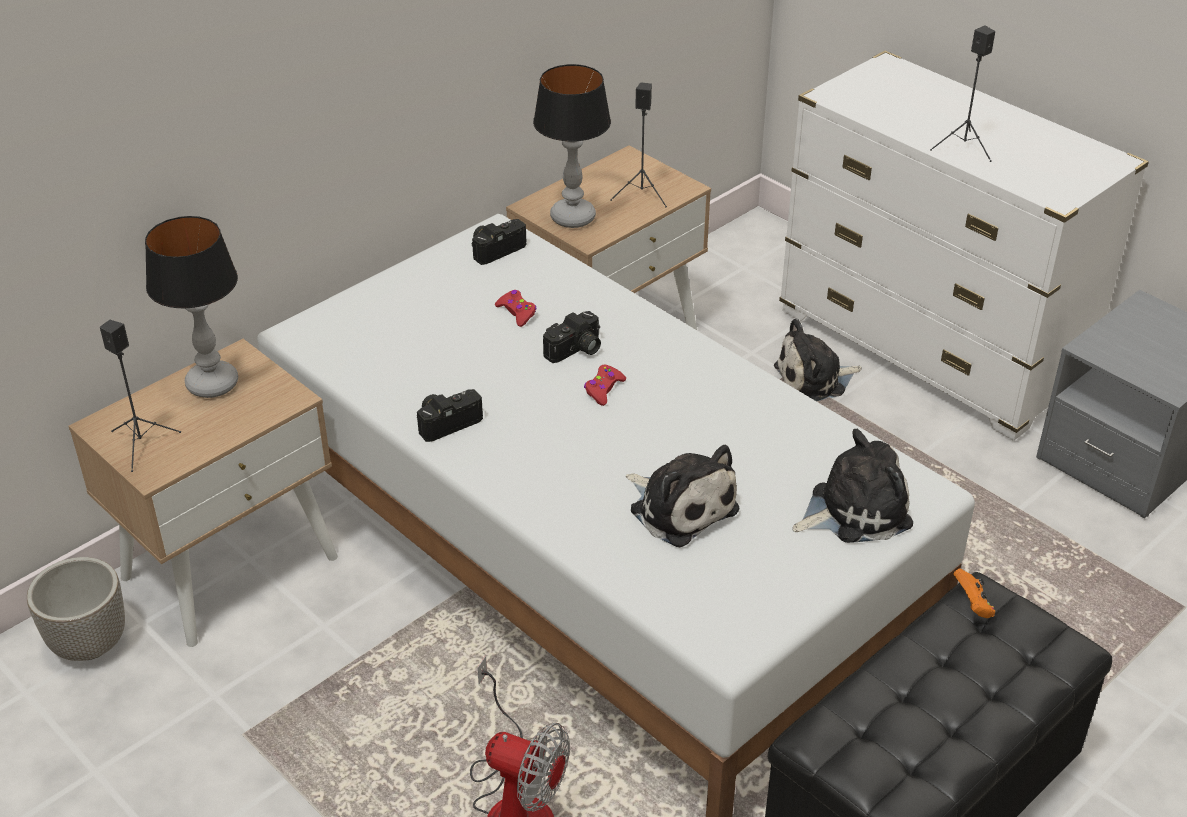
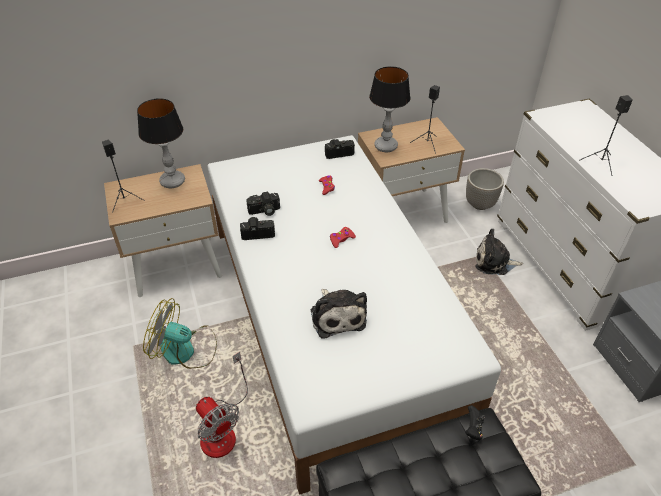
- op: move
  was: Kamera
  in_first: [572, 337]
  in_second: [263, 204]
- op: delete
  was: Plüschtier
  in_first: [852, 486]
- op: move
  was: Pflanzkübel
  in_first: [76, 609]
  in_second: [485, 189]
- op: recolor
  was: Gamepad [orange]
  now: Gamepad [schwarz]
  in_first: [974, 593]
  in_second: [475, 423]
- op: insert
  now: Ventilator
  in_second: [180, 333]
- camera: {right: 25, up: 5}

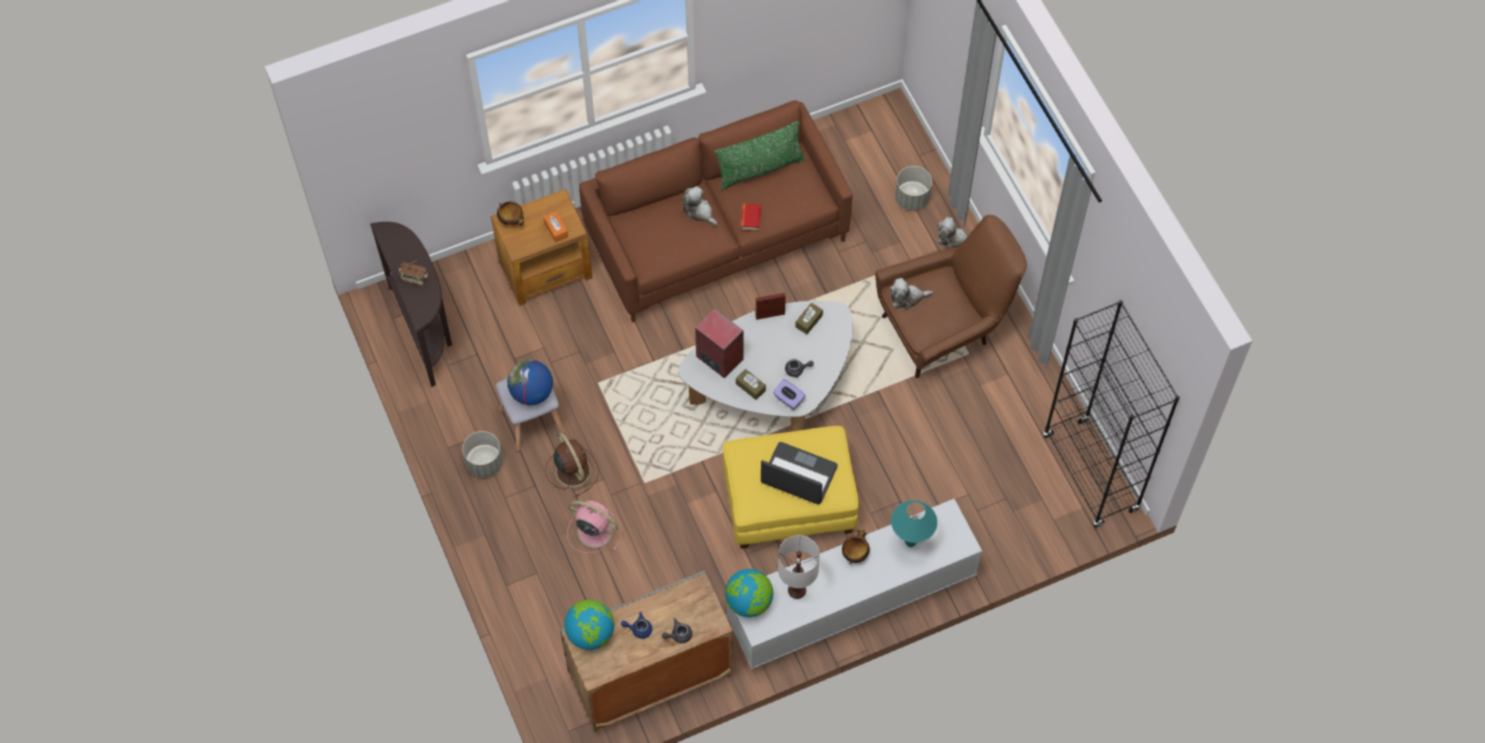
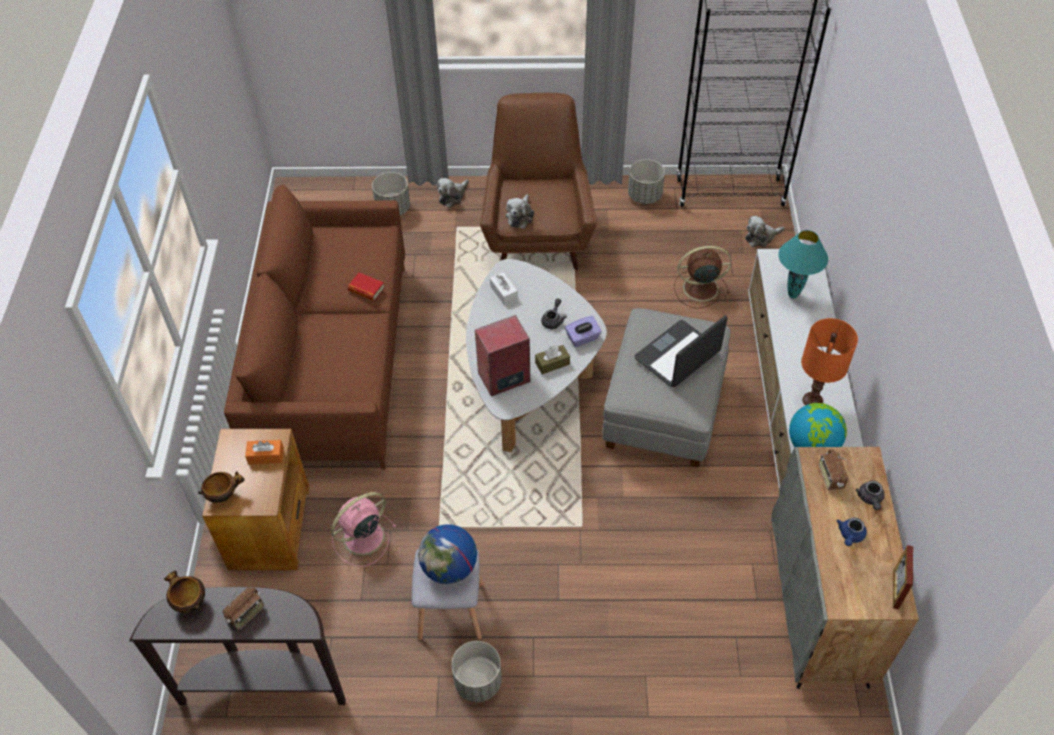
- op: delete
  was: Kissen [grün]
  in_first: [760, 155]
- op: move
  was: Plüschtier
  in_first: [699, 206]
  in_second: [764, 231]
- op: move
  was: Bilderrahmen
  in_first: [771, 306]
  in_second: [903, 577]
- op: recolor
  was: Taschentuchbox [braun]
  now: Taschentuchbox [weiß]
  in_first: [809, 318]
  in_second: [504, 288]
- op: recolor
  was: Polsterhocker [gelb]
  now: Polsterhocker [grau]
  in_first: [790, 487]
  in_second: [666, 388]
- op: move
  was: Ventilator [braun]
  in_first: [572, 464]
  in_second: [702, 277]
- op: move
  was: Ventilator [rosa]
  in_first: [594, 526]
  in_second: [364, 529]
- op: move
  was: Schüssel
  in_first: [856, 547]
  in_second: [184, 592]
- op: recolor
  was: Tischlampe [weiß]
  now: Tischlampe [orange]
  in_first: [799, 567]
  in_second: [829, 361]
- op: delete
  was: Globus
  in_first: [589, 625]
- op: insert
  now: Pflanzkübel [grau]
  in_second: [646, 181]
- op: insert
  now: Radio
  in_second: [833, 469]
- camera: {right: -65, up: -10}

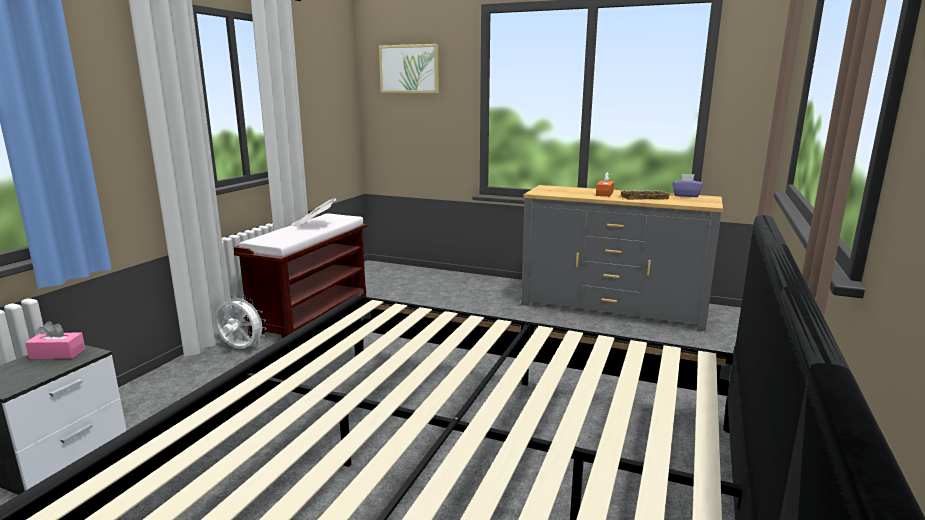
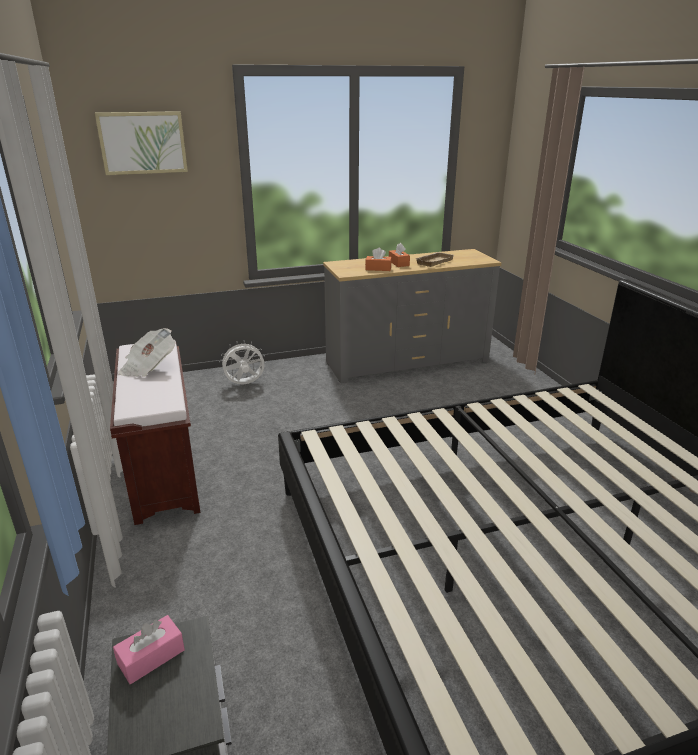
- op: delete
  was: Taschentuchbox [lila]
  in_first: [687, 185]
- op: move
  was: Ventilator [weiß]
  in_first: [241, 321]
  in_second: [242, 363]
- op: insert
  now: Taschentuchbox [orange]
  in_second: [378, 259]
- camera: {right: -40, up: 10}

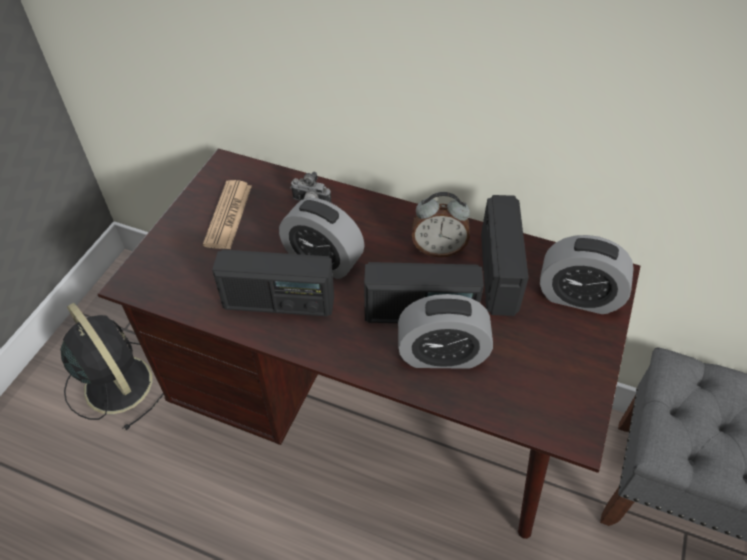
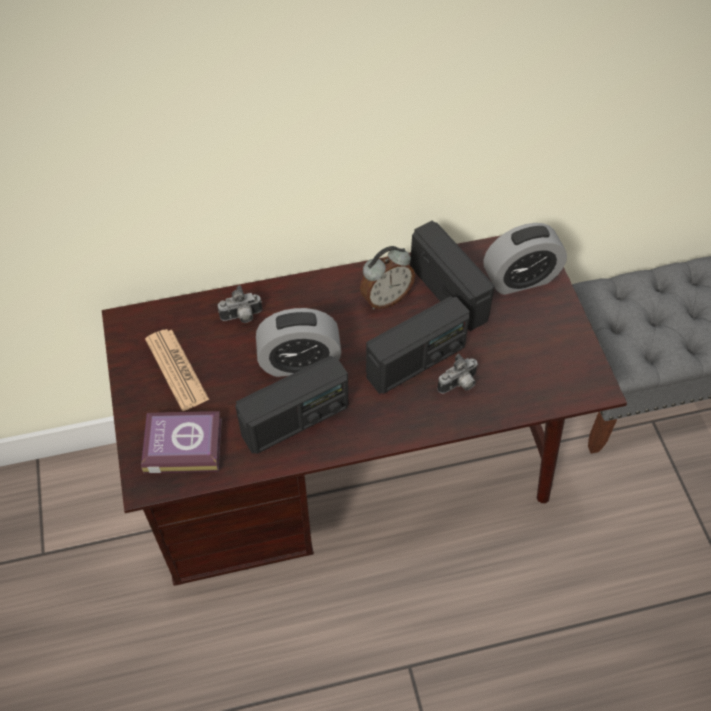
- op: replace
  was: Wecker
  now: Kamera
  in_first: [445, 331]
  in_second: [457, 374]
- op: delete
  was: Ventilator [schwarz]
  in_first: [112, 366]
- op: insert
  now: Buch
  in_second: [181, 442]
- camera: {right: -35, up: 5}

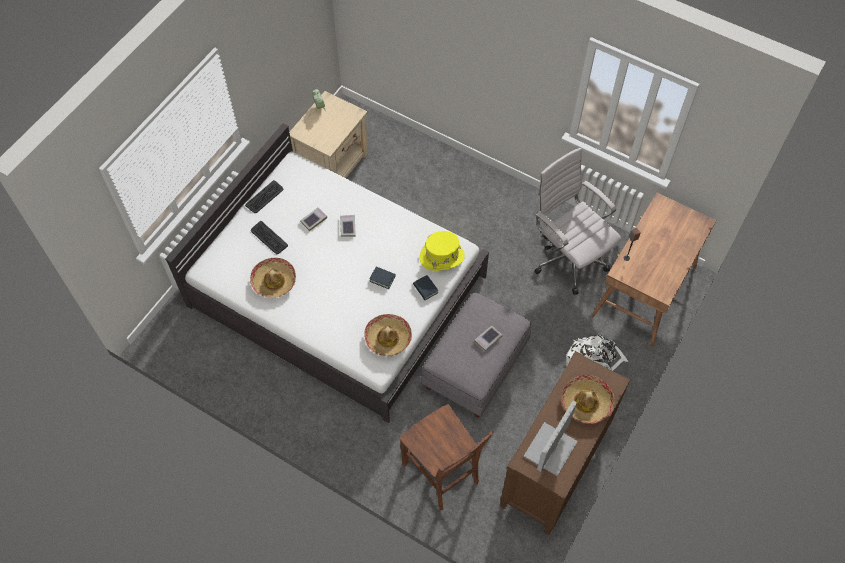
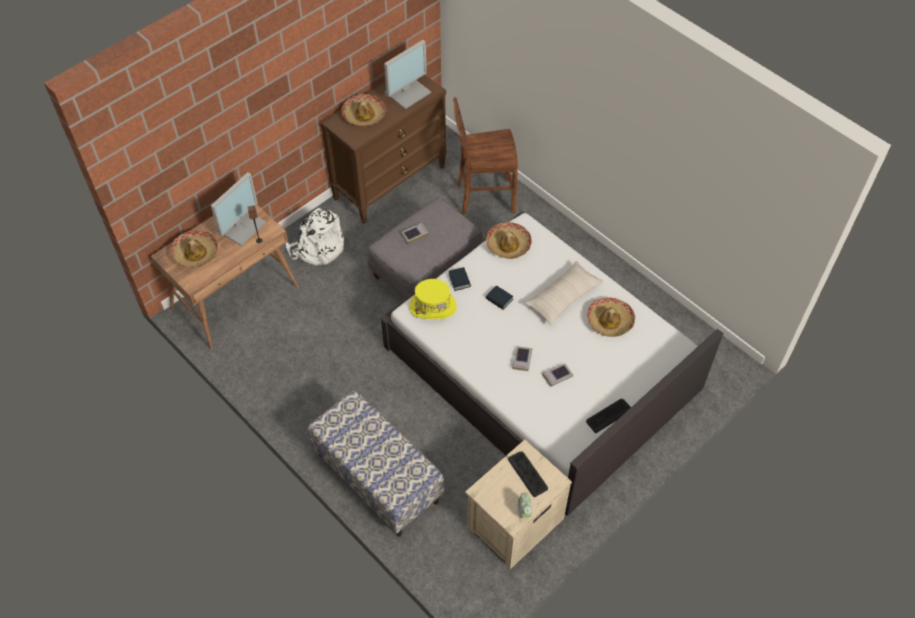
- op: delete
  was: Bürostuhl [weiß]
  in_first: [577, 221]
- op: move
  was: Tastatur
  in_first: [269, 237]
  in_second: [528, 474]
- op: rotate
  was: Stuhl [braun]
  in_first: [446, 457]
  in_second: [485, 156]
  clockwise: -75
- op: insert
  now: Monitor
  in_second: [238, 209]
- op: insert
  now: Hut
  in_second: [194, 249]
- op: insert
  now: Kissen [beige]
  in_second: [563, 293]
- op: insert
  now: Bank
  in_second: [376, 464]
- camera: {right: -165, up: -5}

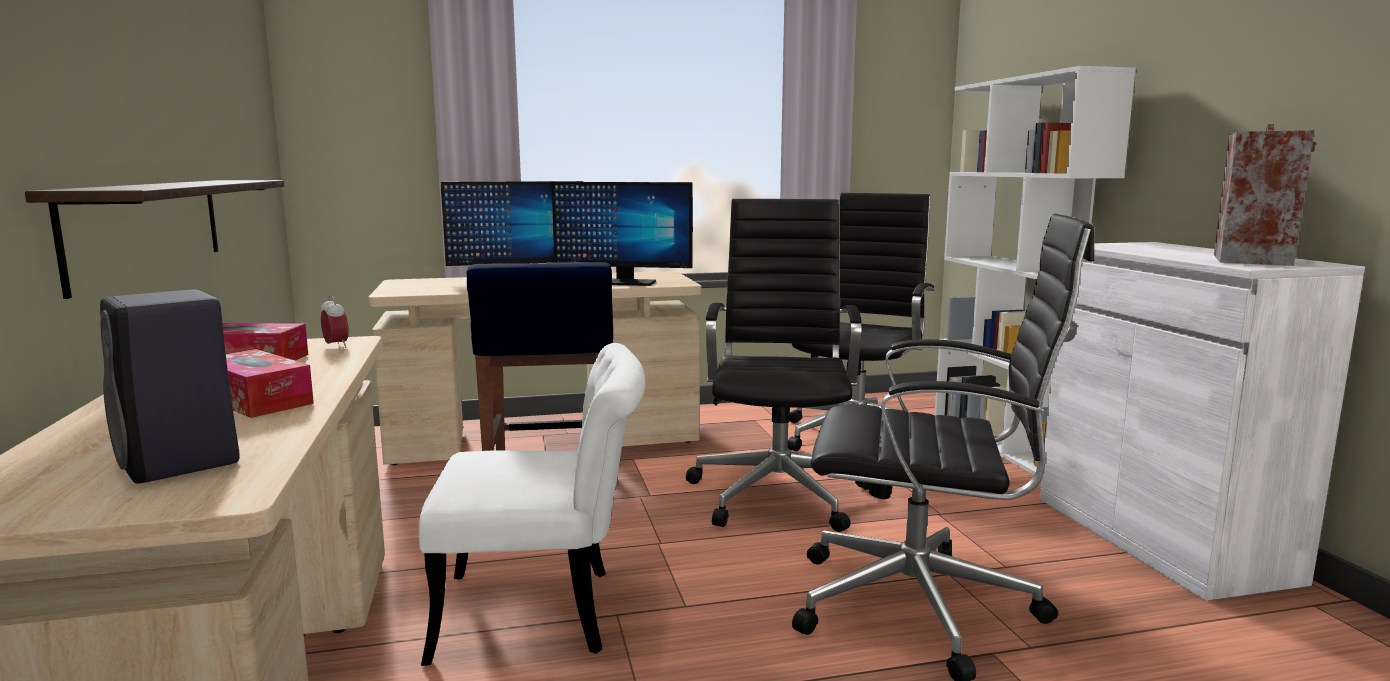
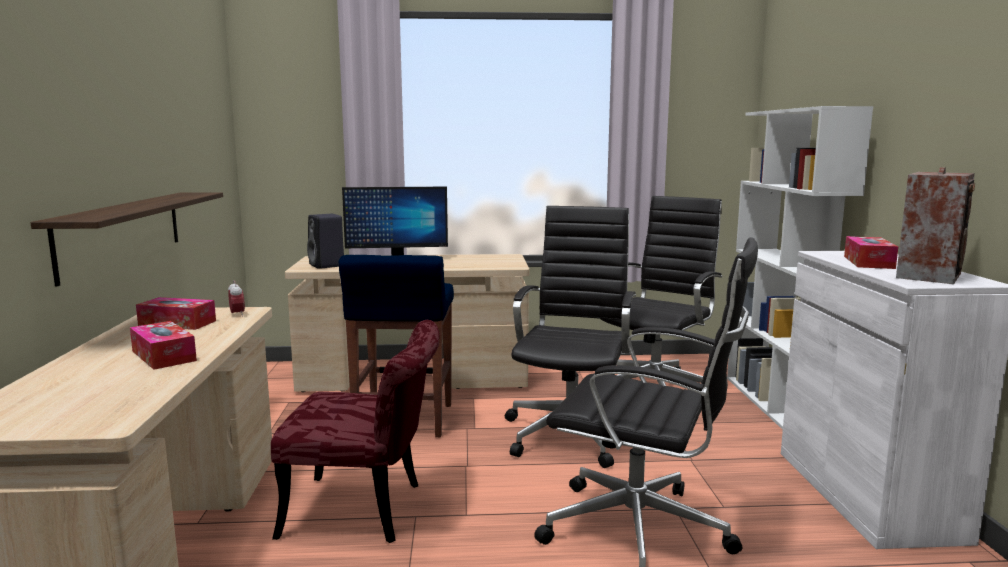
- op: delete
  was: Monitor
  in_first: [622, 234]
- op: move
  was: Lautsprecher [schwarz]
  in_first: [170, 386]
  in_second: [325, 241]
- op: recolor
  was: Stuhl [weiß]
  now: Stuhl [rot]
  in_first: [532, 504]
  in_second: [355, 431]
- op: insert
  now: Taschentuchbox
  in_second: [871, 252]
- camera: {right: 10, up: 0}

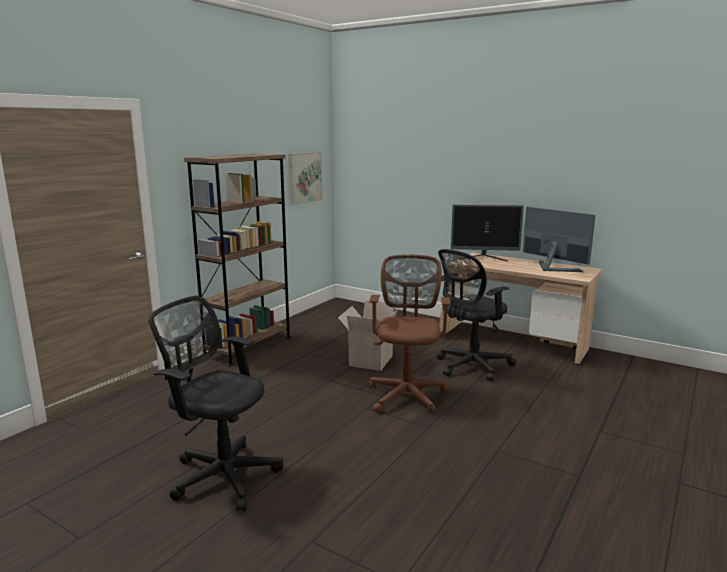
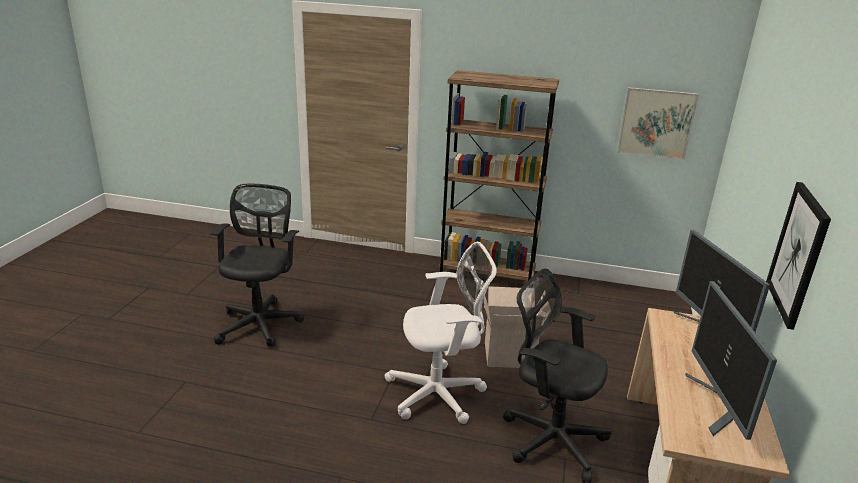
- op: rotate
  was: Monitor
  in_first: [559, 239]
  in_second: [731, 360]
  clockwise: 150
- op: recolor
  was: Bürostuhl [braun]
  now: Bürostuhl [weiß]
  in_first: [410, 333]
  in_second: [441, 333]
- op: insert
  now: Bild
  in_second: [798, 256]
- camera: {right: 70, up: 10}

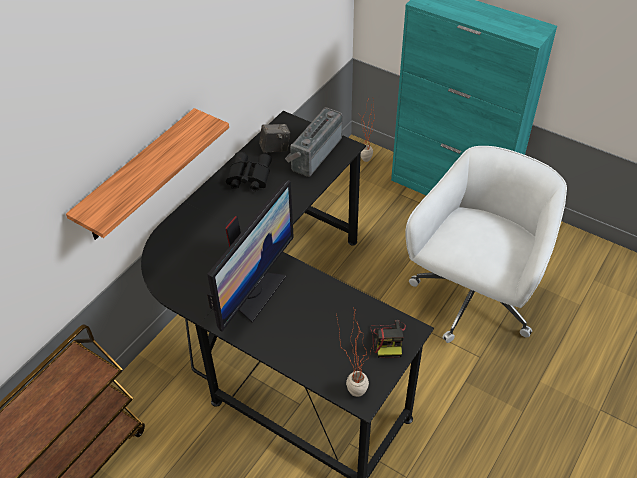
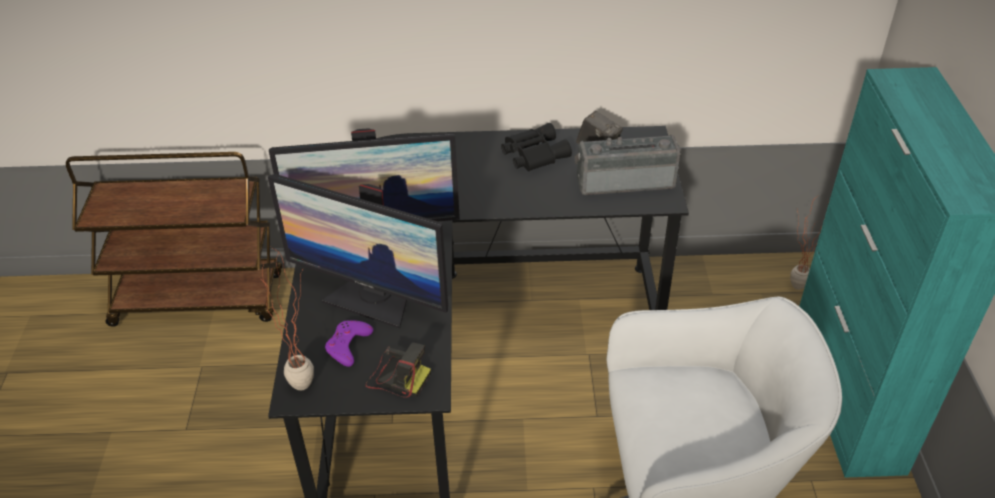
- op: delete
  was: Wandregal
  in_first: [147, 174]
- op: rotate
  was: Kamera
  in_first: [388, 339]
  in_second: [398, 370]
  clockwise: -120
- op: insert
  now: Monitor
  in_second: [358, 251]
- op: insert
  now: Gamepad [lila]
  in_second: [349, 343]
- camera: {right: 55, up: -5}

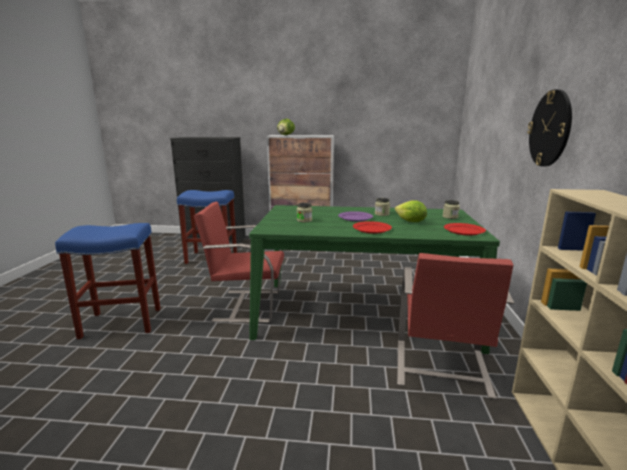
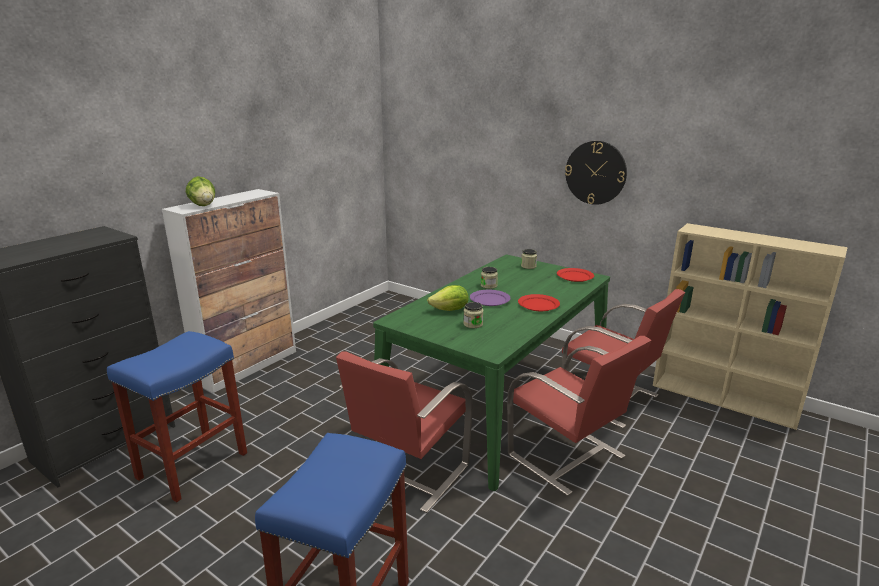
- op: move
  was: Salatkopf
  in_first: [411, 211]
  in_second: [448, 298]
- op: insert
  now: Stuhl [rot]
  in_second: [579, 416]
- camera: {right: -60, up: 5}

